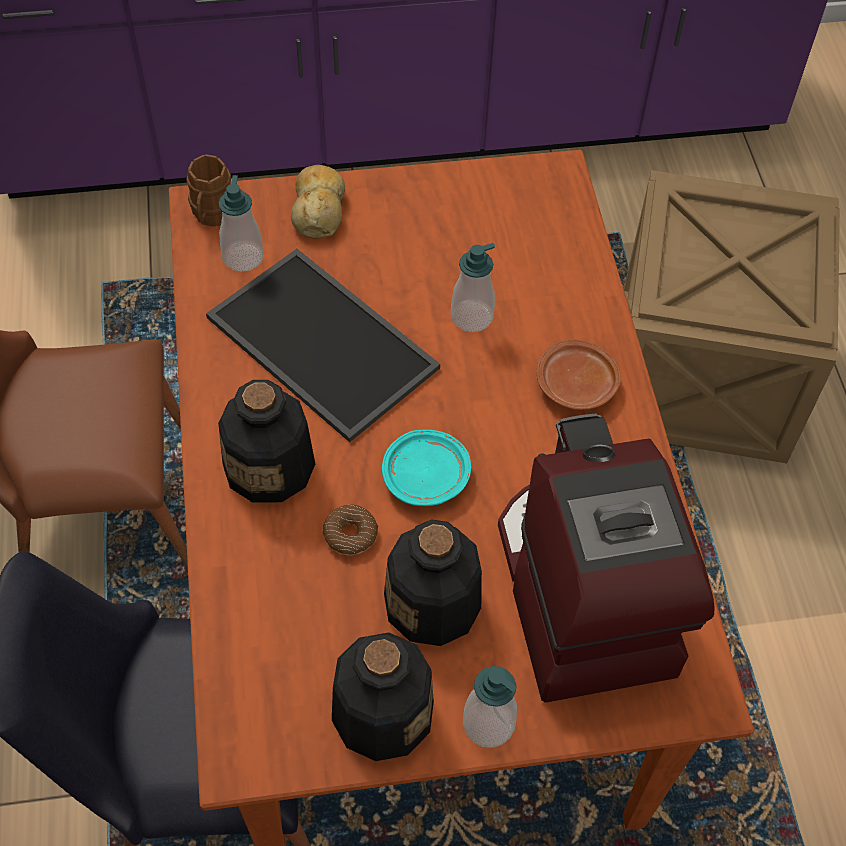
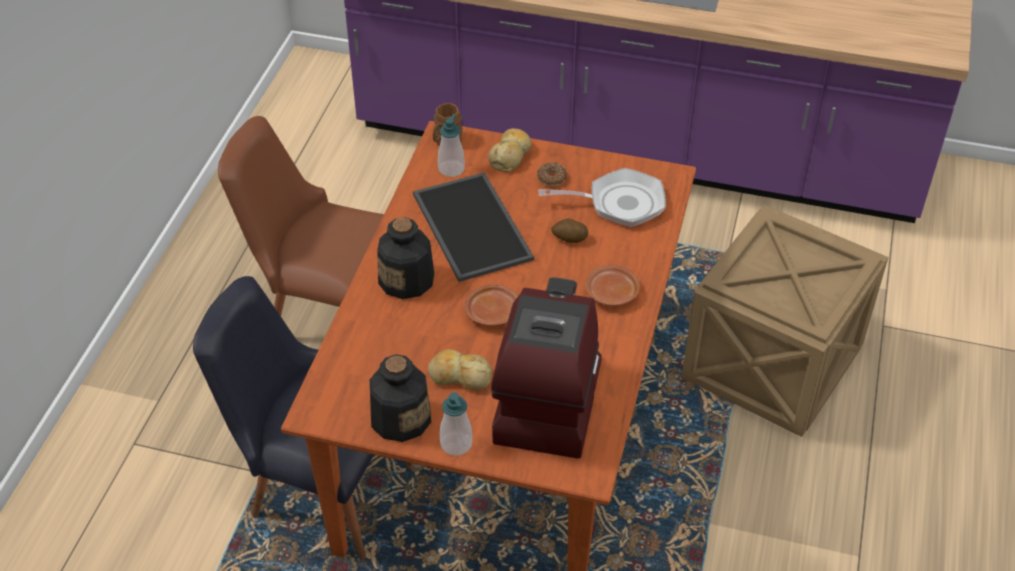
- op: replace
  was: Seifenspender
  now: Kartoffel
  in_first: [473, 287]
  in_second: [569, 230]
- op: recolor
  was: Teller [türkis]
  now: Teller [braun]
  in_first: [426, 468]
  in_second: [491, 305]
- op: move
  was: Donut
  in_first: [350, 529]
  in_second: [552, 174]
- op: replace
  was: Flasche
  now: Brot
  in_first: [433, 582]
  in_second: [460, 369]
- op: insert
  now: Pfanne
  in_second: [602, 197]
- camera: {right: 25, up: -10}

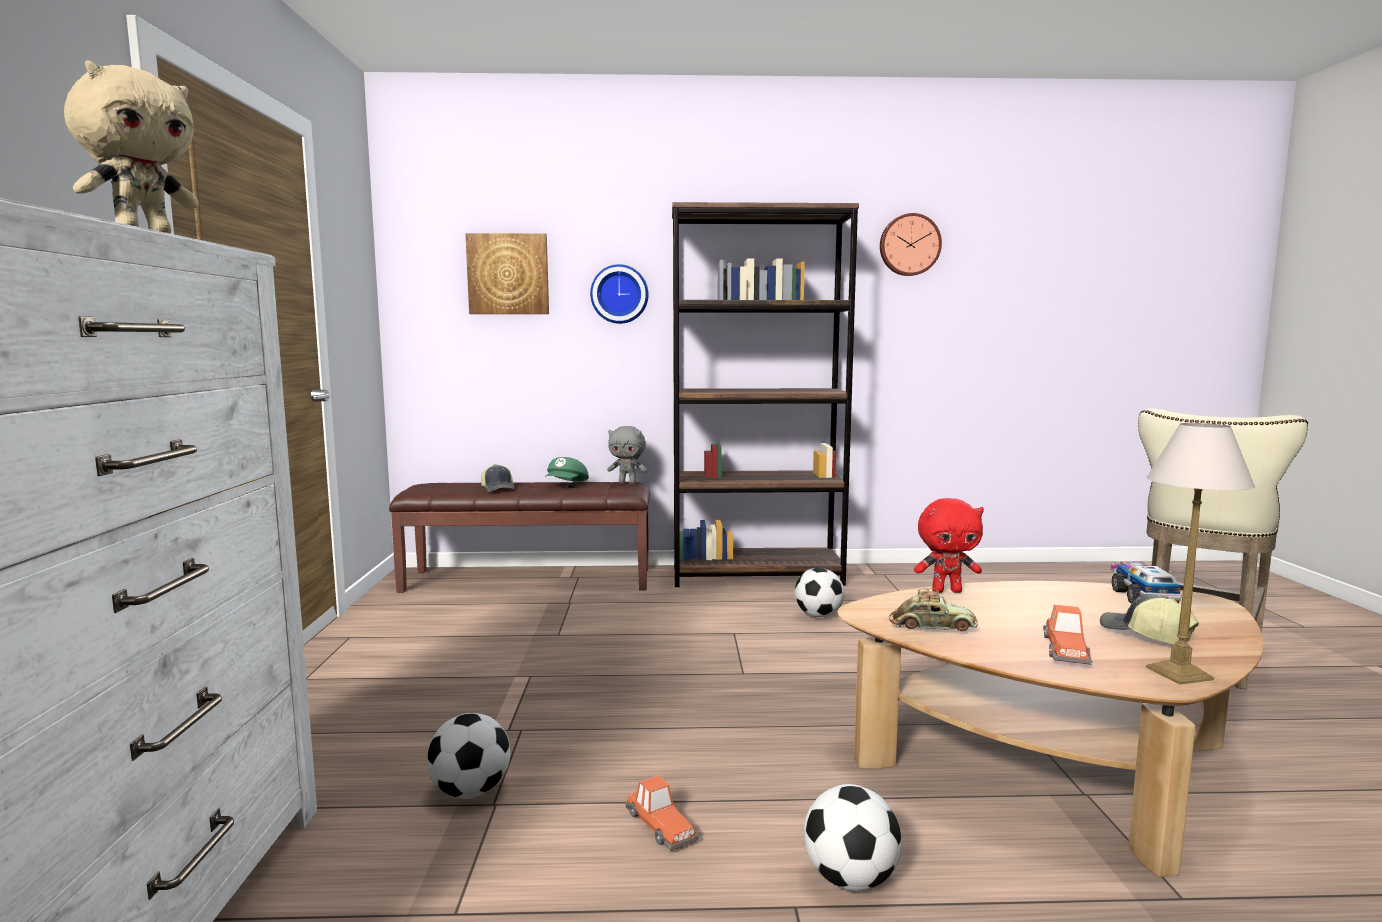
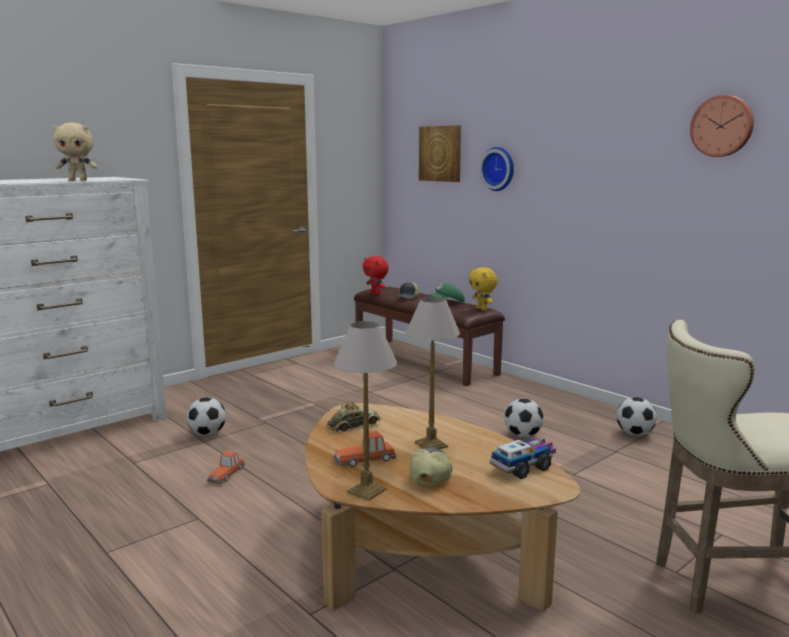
- op: delete
  was: Bücherregal [braun]
  in_first: [765, 394]
- op: recolor
  was: Plüschtier [grau]
  now: Plüschtier [gelb]
  in_first: [627, 455]
  in_second: [483, 288]
- op: move
  was: Plüschtier [rot]
  in_first: [949, 545]
  in_second: [376, 275]
- op: rotate
  was: Spielzeugauto
  in_first: [933, 610]
  in_second: [353, 417]
  clockwise: -90
- op: move
  was: Fußball
  in_first: [853, 837]
  in_second: [636, 416]
- op: insert
  now: Tischlampe
  in_second: [433, 373]
- camera: {right: 50, up: 5}

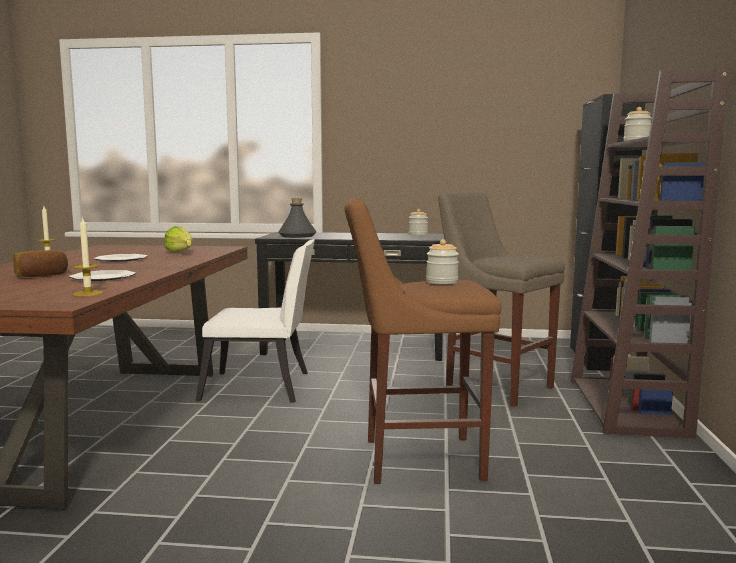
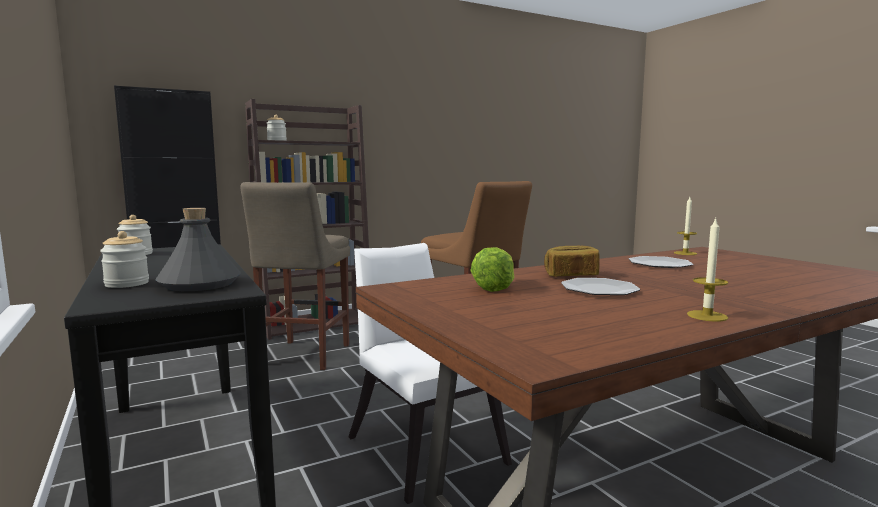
- op: move
  was: Vorratsglas
  in_first: [442, 261]
  in_second: [124, 259]
- op: move
  was: Brot
  in_first: [40, 263]
  in_second: [572, 261]
- camera: {right: -125, up: 0}

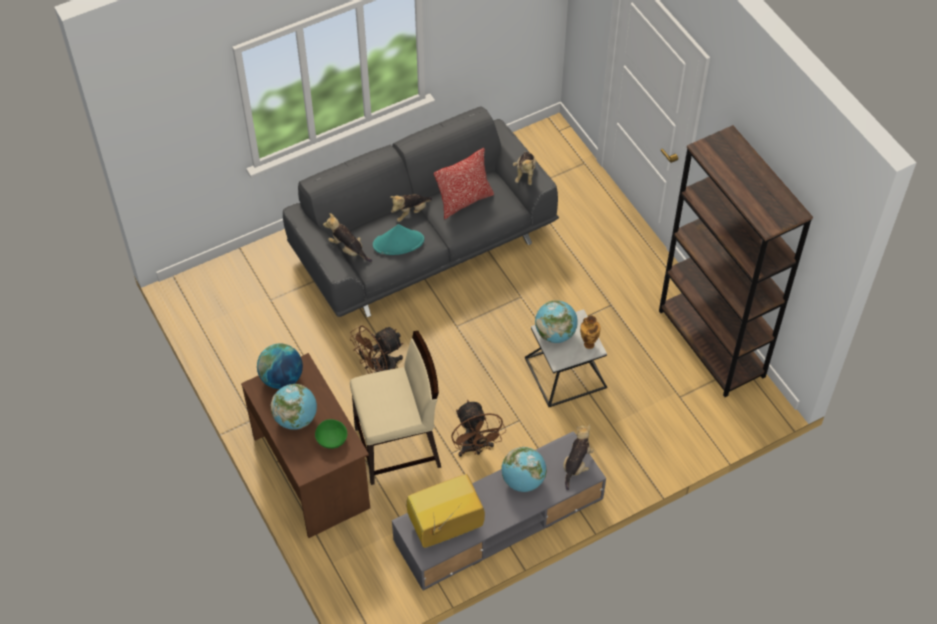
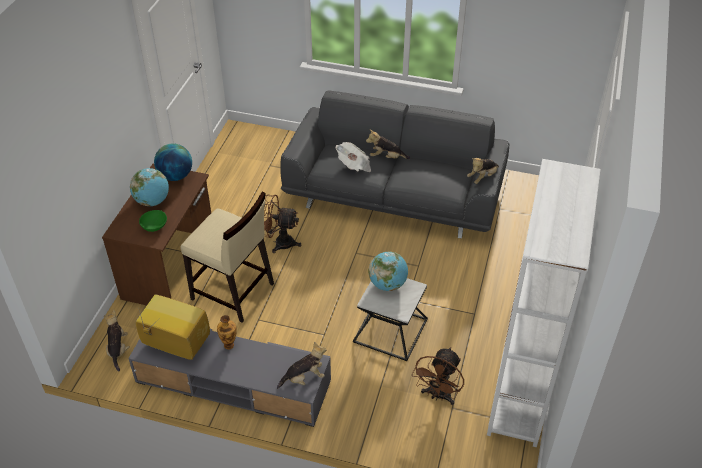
- op: recolor
  was: Bücherregal [braun]
  now: Bücherregal [weiß]
  in_first: [736, 261]
  in_second: [543, 303]
- op: delete
  was: Kissen
  in_first: [464, 184]
- op: move
  was: Plüschtier
  in_first: [347, 237]
  in_second: [117, 340]
- op: replace
  was: Hut [türkis]
  now: Zeitung
  in_first: [398, 239]
  in_second: [353, 157]
- op: move
  was: Vase
  in_first: [590, 332]
  in_second: [227, 332]
- op: move
  was: Ventilator [braun]
  in_first: [478, 428]
  in_second: [438, 376]
- op: delete
  was: Globus
  in_first: [524, 469]
- camera: {right: 45, up: -10}

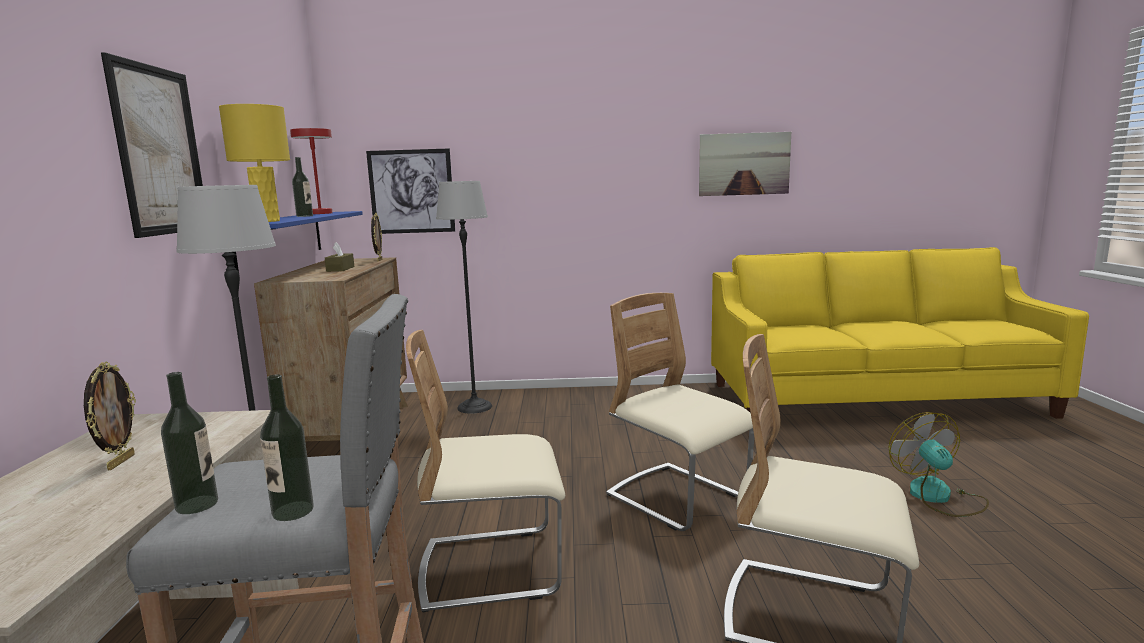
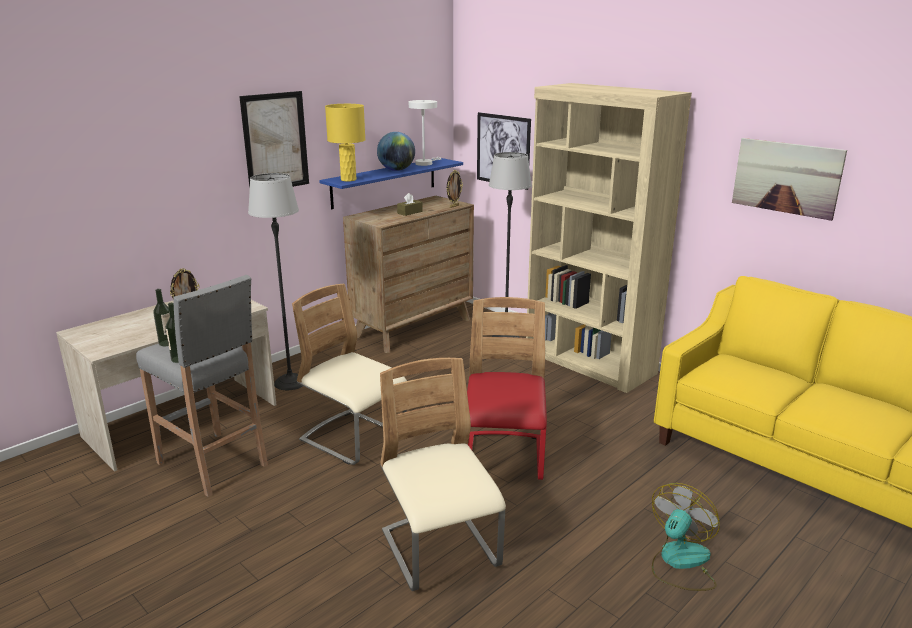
- op: recolor
  was: Tischlampe [rot]
  now: Tischlampe [weiß]
  in_first: [311, 171]
  in_second: [425, 133]
- op: replace
  was: Flasche
  now: Globus
  in_first: [302, 187]
  in_second: [396, 151]
- op: recolor
  was: Stuhl [beige]
  now: Stuhl [rot]
  in_first: [680, 412]
  in_second: [507, 388]
- op: insert
  now: Bücherregal [beige]
  in_second: [609, 238]
- camera: {right: 45, up: 10}

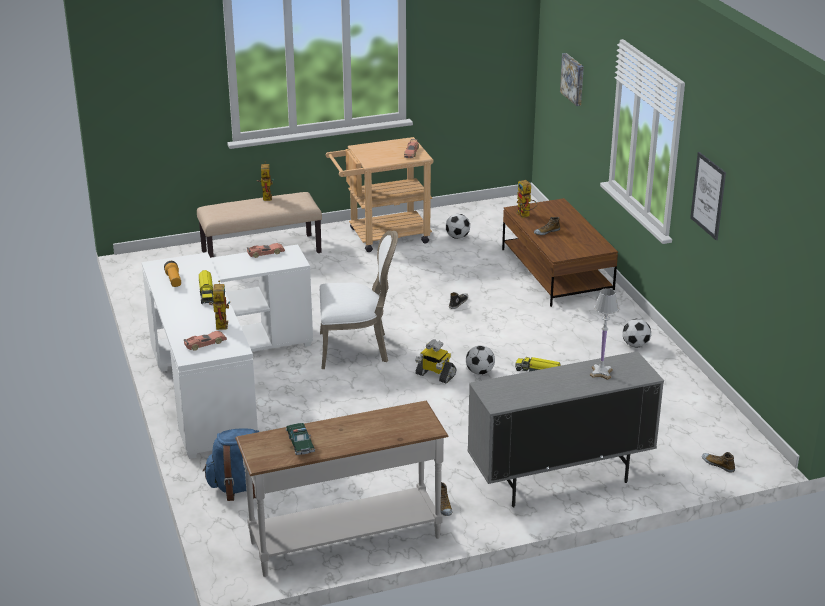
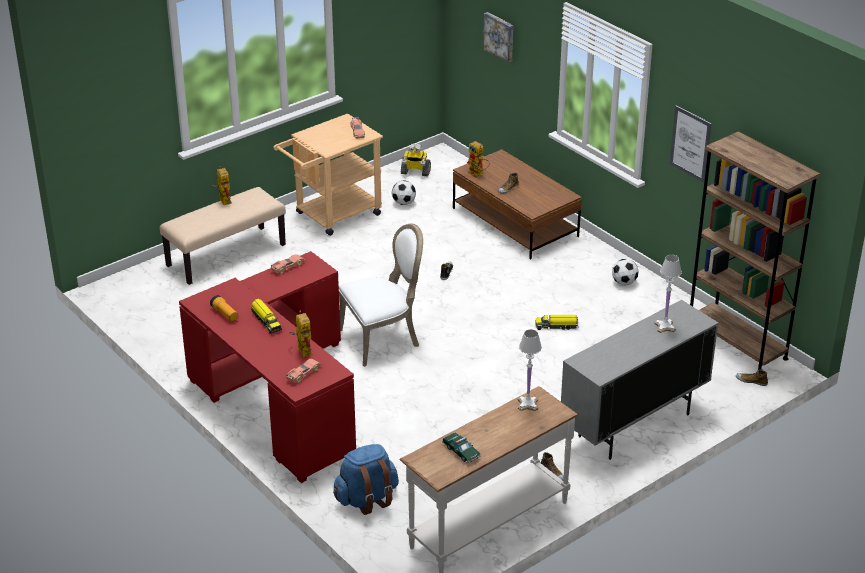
- op: recolor
  was: Schreibtisch [weiß]
  now: Schreibtisch [rot]
  in_first: [227, 351]
  in_second: [267, 367]
- op: move
  was: Spielzeugroboter
  in_first: [435, 362]
  in_second: [416, 159]
- op: delete
  was: Fußball
  in_first: [480, 360]
- op: insert
  now: Bücherregal [braun]
  in_second: [755, 251]
- op: insert
  now: Tischlampe [weiß]
  in_second: [530, 370]
- camera: {right: -20, up: 5}

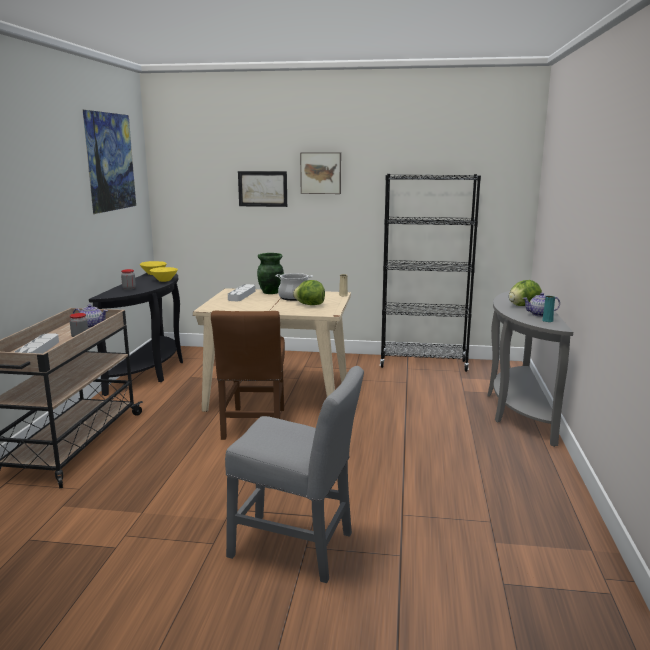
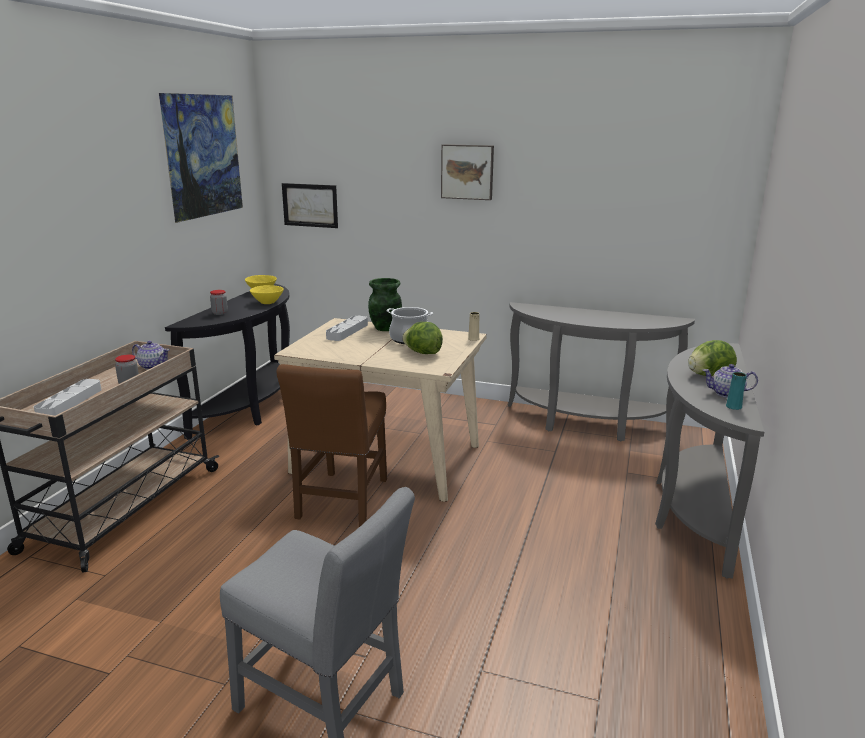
- op: move
  was: Bild
  in_first: [262, 189]
  in_second: [310, 205]
- op: replace
  was: Bücherregal [schwarz]
  now: Konsolentisch [grau]
  in_first: [430, 273]
  in_second: [601, 371]
- camera: {right: 10, up: 5}

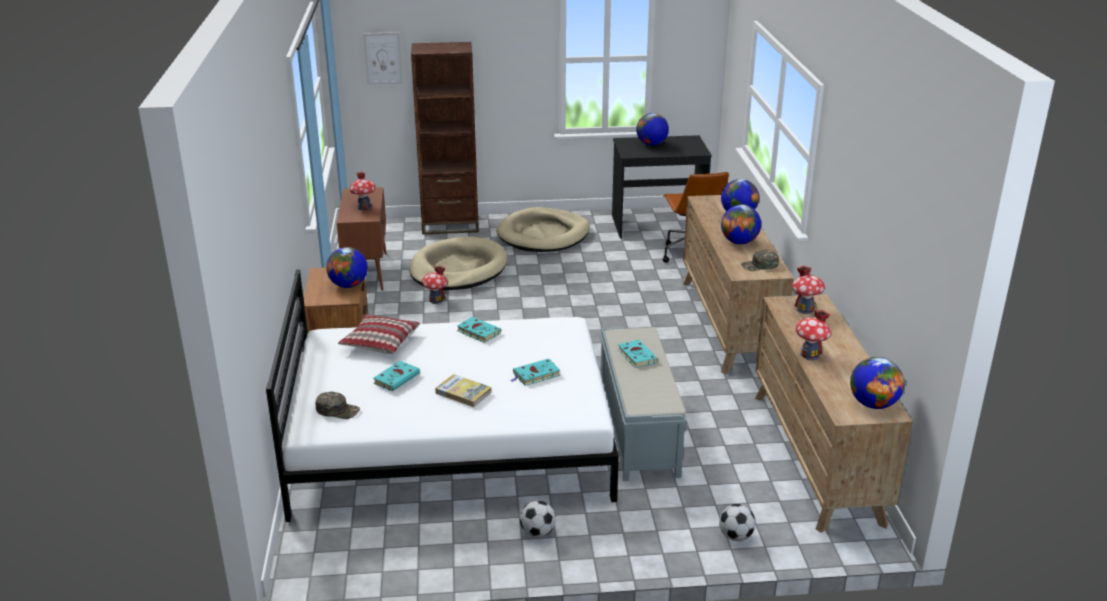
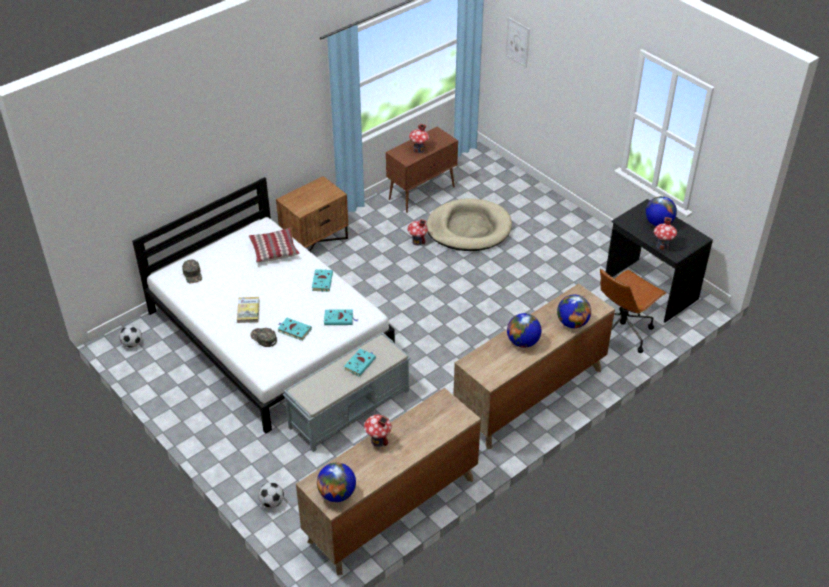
- op: delete
  was: Bücherregal [braun]
  in_first: [445, 138]
- op: delete
  was: Hundebett [beige]
  in_first: [543, 229]
- op: delete
  was: Globus
  in_first: [347, 267]
- op: move
  was: Kappe [grün]
  in_first: [760, 260]
  in_second: [263, 337]
- op: move
  was: Spielzeughaus
  in_first: [808, 289]
  in_second: [665, 233]
- op: move
  was: Buch [türkis]
  in_first: [396, 376]
  in_second: [341, 317]
- op: move
  was: Fußball
  in_first: [538, 519]
  in_second: [130, 336]
- camera: {right: 55, up: 15}

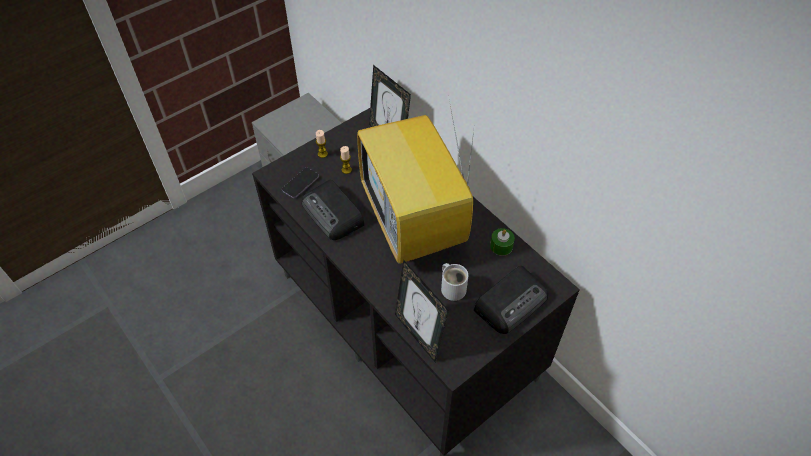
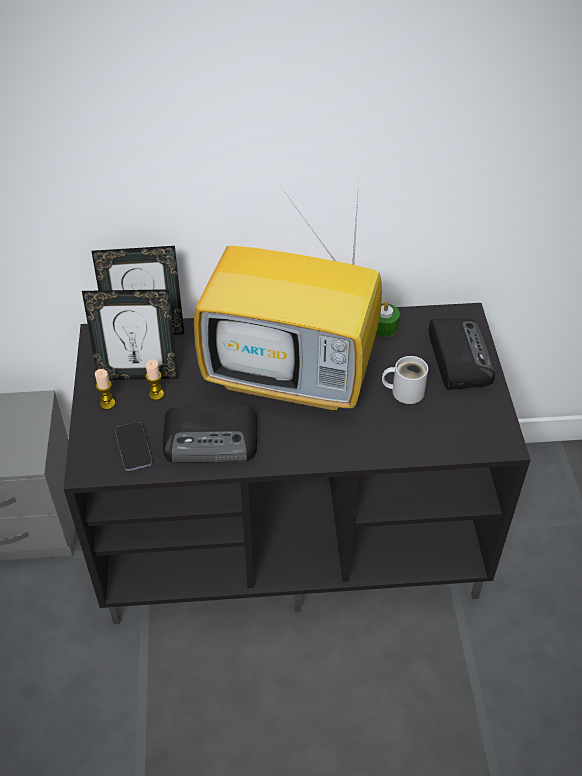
- op: move
  was: Bilderrahmen
  in_first: [422, 311]
  in_second: [130, 334]
- camera: {right: -55, up: -5}

